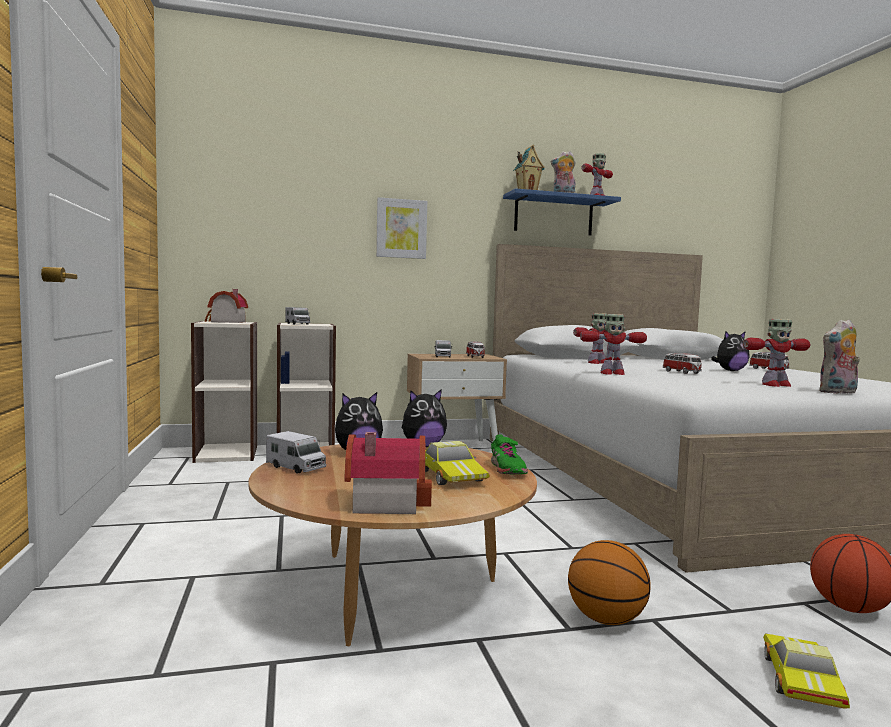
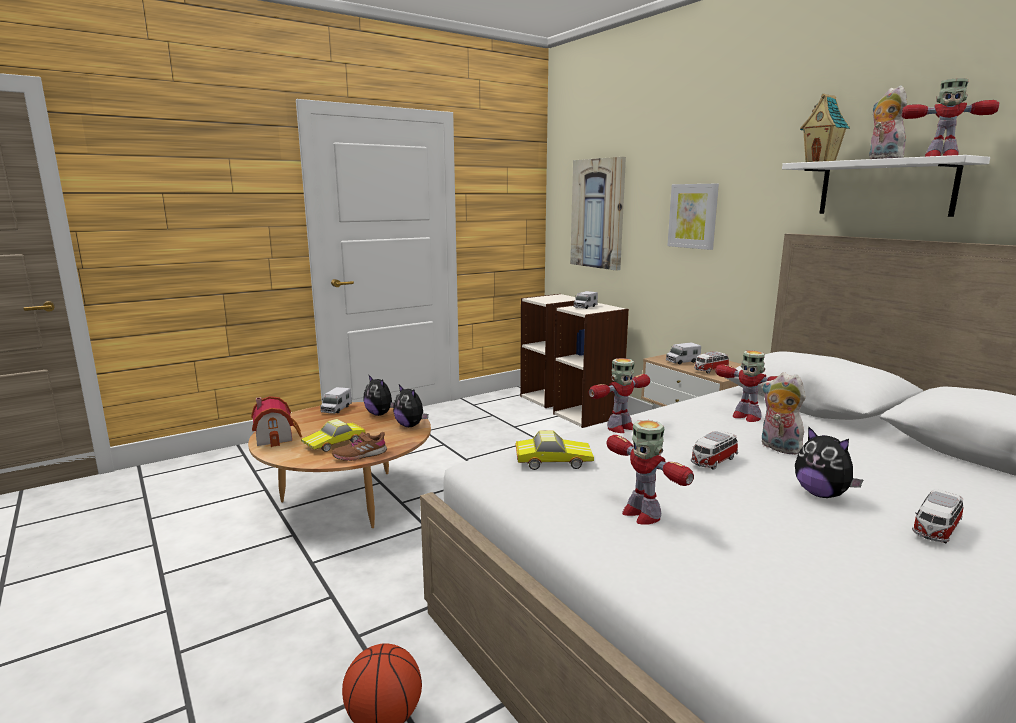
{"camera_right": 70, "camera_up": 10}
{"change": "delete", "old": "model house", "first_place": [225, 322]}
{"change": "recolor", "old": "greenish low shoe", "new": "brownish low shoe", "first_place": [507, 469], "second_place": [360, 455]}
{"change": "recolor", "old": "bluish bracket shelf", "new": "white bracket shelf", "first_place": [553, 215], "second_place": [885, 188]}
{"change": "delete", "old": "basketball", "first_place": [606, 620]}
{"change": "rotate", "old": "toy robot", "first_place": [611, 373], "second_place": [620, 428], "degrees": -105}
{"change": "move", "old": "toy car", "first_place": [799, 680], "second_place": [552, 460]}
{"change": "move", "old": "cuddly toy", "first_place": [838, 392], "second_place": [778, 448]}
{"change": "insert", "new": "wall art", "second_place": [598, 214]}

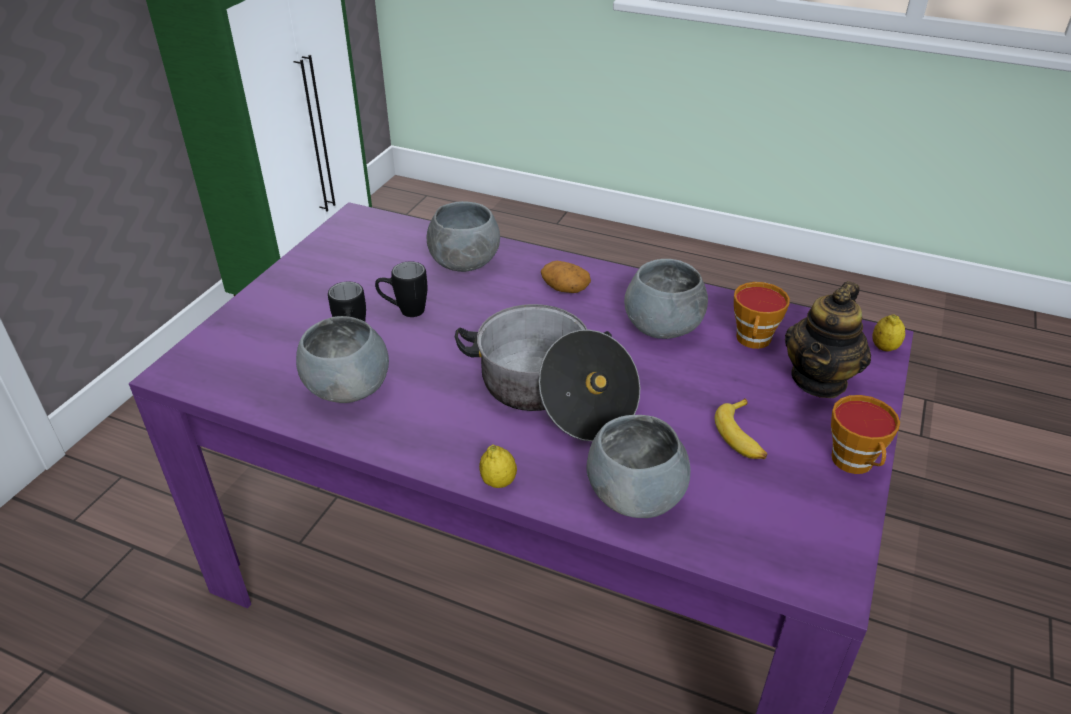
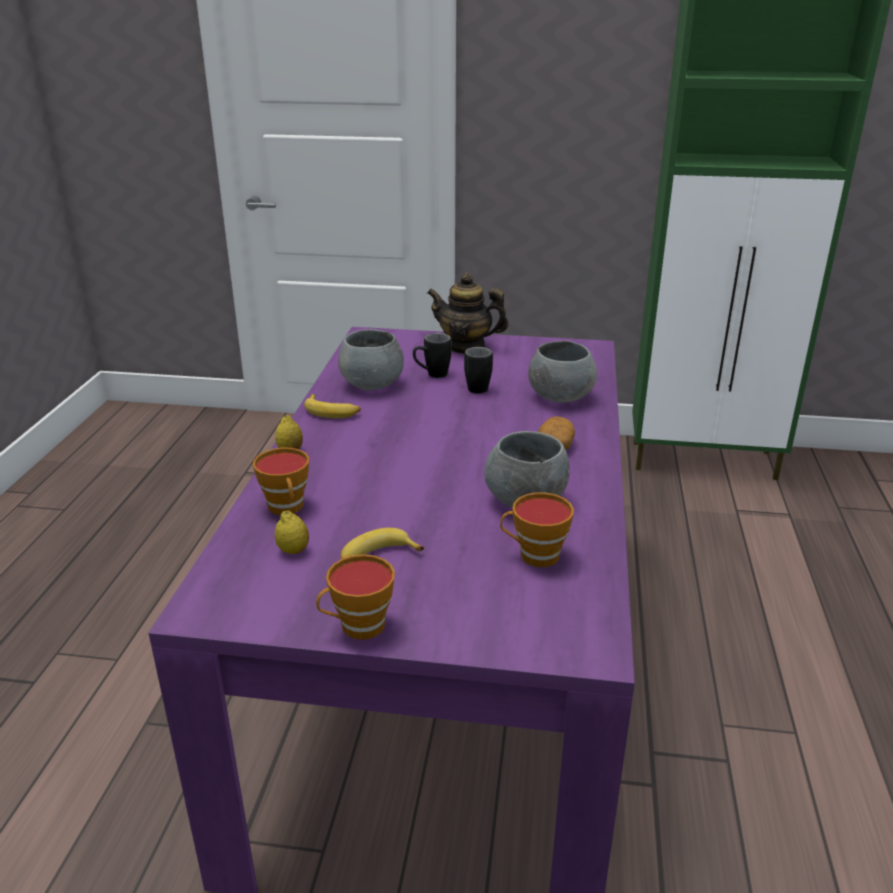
{"camera_right": 75, "camera_up": -10}
{"change": "delete", "old": "cooking pot", "first_place": [552, 394]}
{"change": "replace", "old": "gray deep dish", "new": "drinking cup", "first_place": [635, 495], "second_place": [287, 508]}
{"change": "move", "old": "tea pot", "first_place": [819, 379], "second_place": [466, 347]}
{"change": "move", "old": "whole lemon", "first_place": [884, 347], "second_place": [293, 550]}
{"change": "insert", "new": "banana fruit", "second_place": [332, 411]}

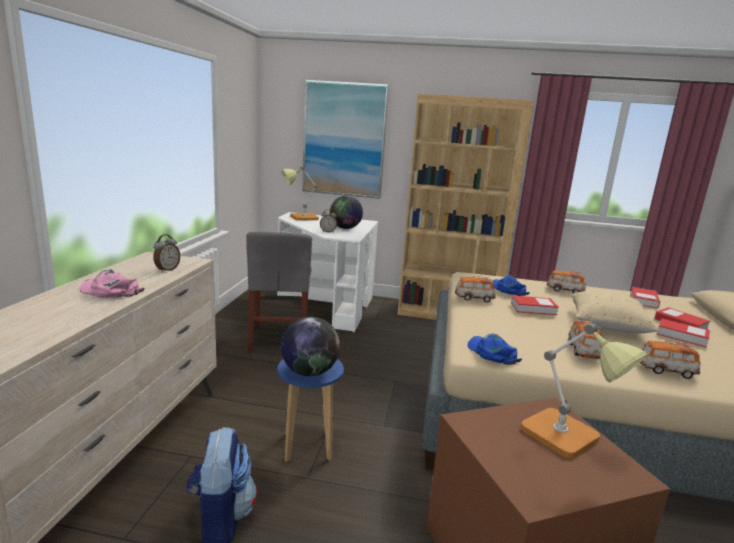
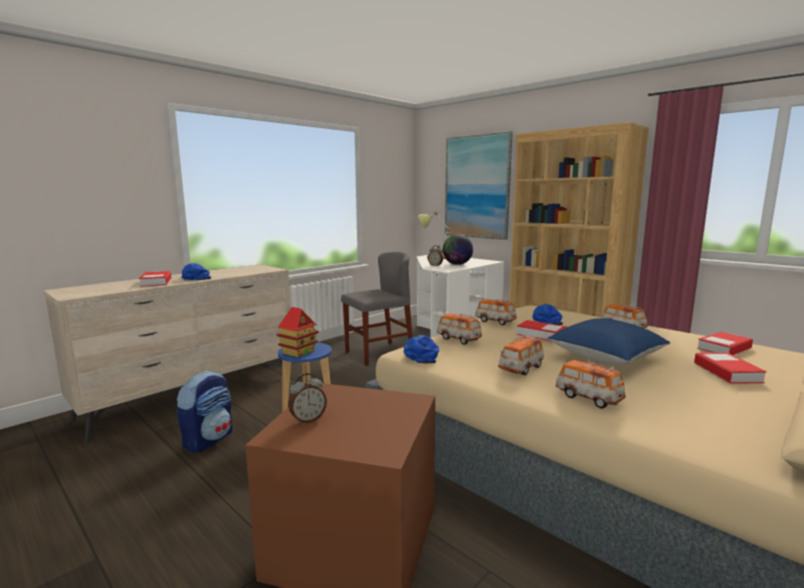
{"camera_right": 35, "camera_up": -5}
{"change": "recolor", "old": "pink-coloured baseball cap", "new": "bluish baseball cap", "first_place": [110, 291], "second_place": [195, 277]}
{"change": "move", "old": "alarm clock", "first_place": [167, 270], "second_place": [308, 419]}
{"change": "rotate", "old": "gray upright chair", "first_place": [279, 339], "second_place": [379, 353], "degrees": -150}
{"change": "replace", "old": "desk globe", "new": "model house", "first_place": [309, 372], "second_place": [298, 352]}
{"change": "delete", "old": "lamp for a table", "first_place": [568, 439]}
{"change": "recolor", "old": "sand-coloured pillow", "new": "bluish pillow", "first_place": [607, 325], "second_place": [606, 358]}
{"change": "move", "old": "bound book", "first_place": [681, 336], "second_place": [156, 282]}
{"change": "insert", "new": "toy car", "second_place": [458, 339]}

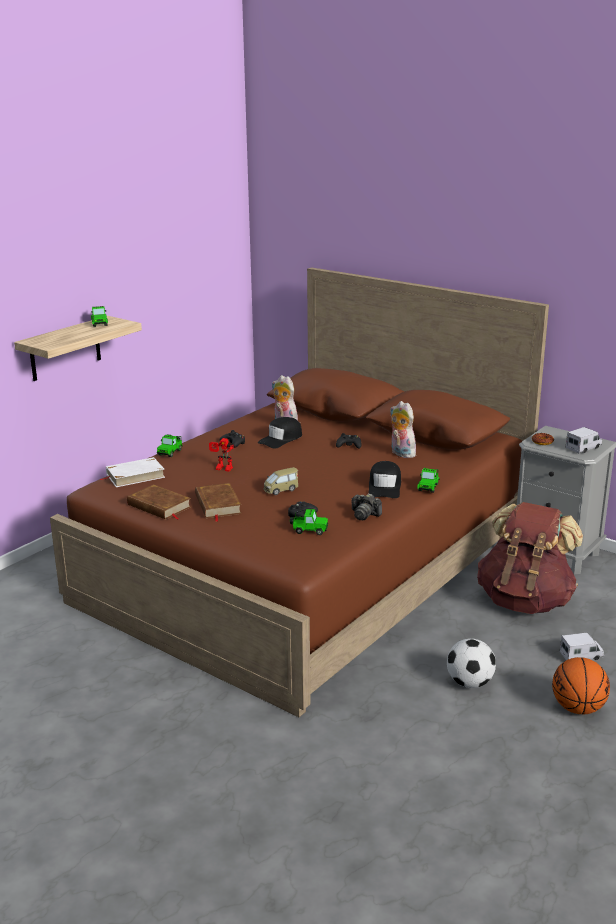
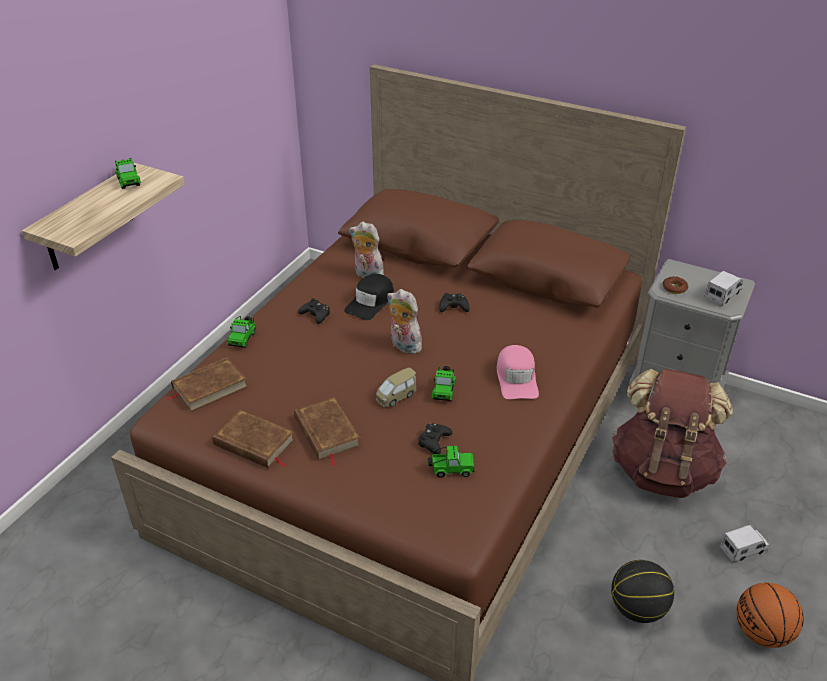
{"camera_right": -10, "camera_up": 15}
{"change": "recolor", "old": "white bound book", "new": "brownish bound book", "first_place": [135, 476], "second_place": [209, 388]}
{"change": "delete", "old": "toy robot", "first_place": [222, 469]}
{"change": "delete", "old": "still camera", "first_place": [364, 515]}
{"change": "recolor", "old": "black-coloured baseball cap", "new": "pink-coloured baseball cap", "first_place": [385, 487], "second_place": [517, 378]}
{"change": "move", "old": "cuddly toy", "first_place": [401, 453], "second_place": [403, 346]}
{"change": "move", "old": "toy car", "first_place": [428, 487], "second_place": [444, 390]}
{"change": "replace", "old": "football", "new": "basketball", "first_place": [470, 683], "second_place": [637, 609]}

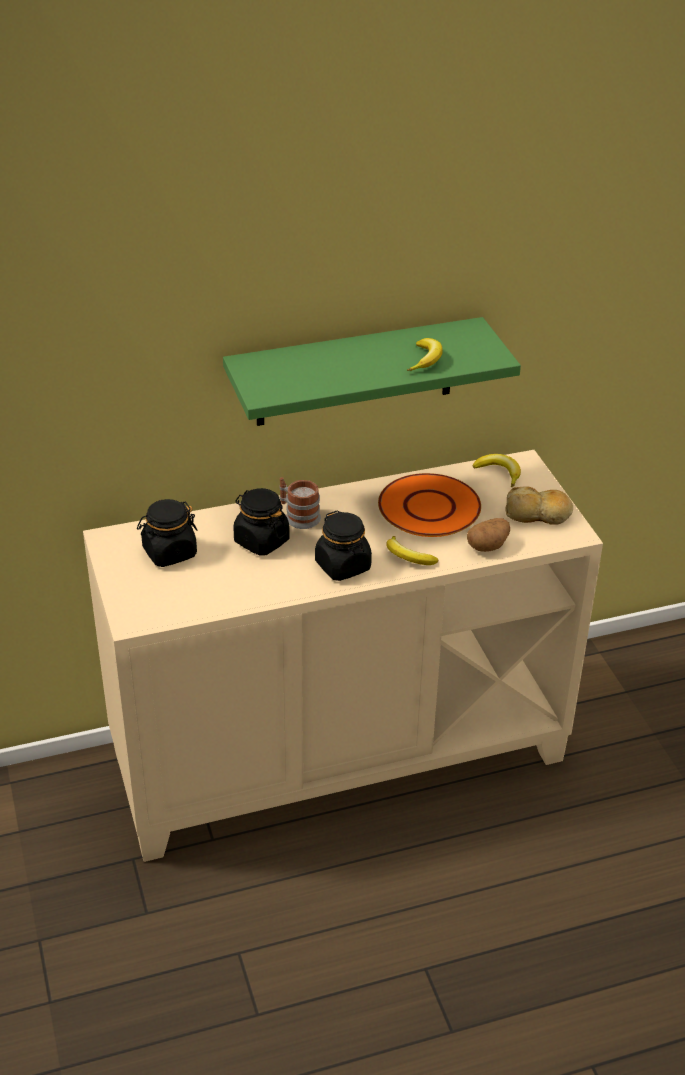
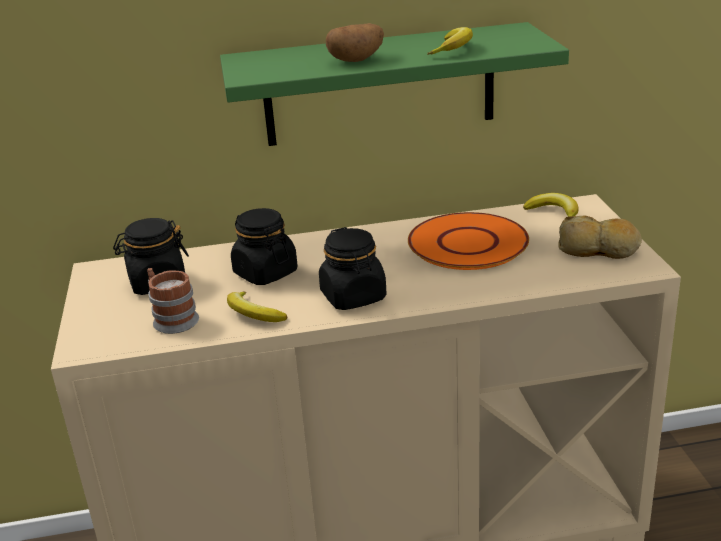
{"camera_right": 10, "camera_up": -10}
{"change": "move", "old": "tea mug", "first_place": [298, 516], "second_place": [171, 319]}
{"change": "move", "old": "banana fruit", "first_place": [408, 557], "second_place": [253, 314]}
{"change": "move", "old": "whole potato", "first_place": [488, 546], "second_place": [356, 60]}

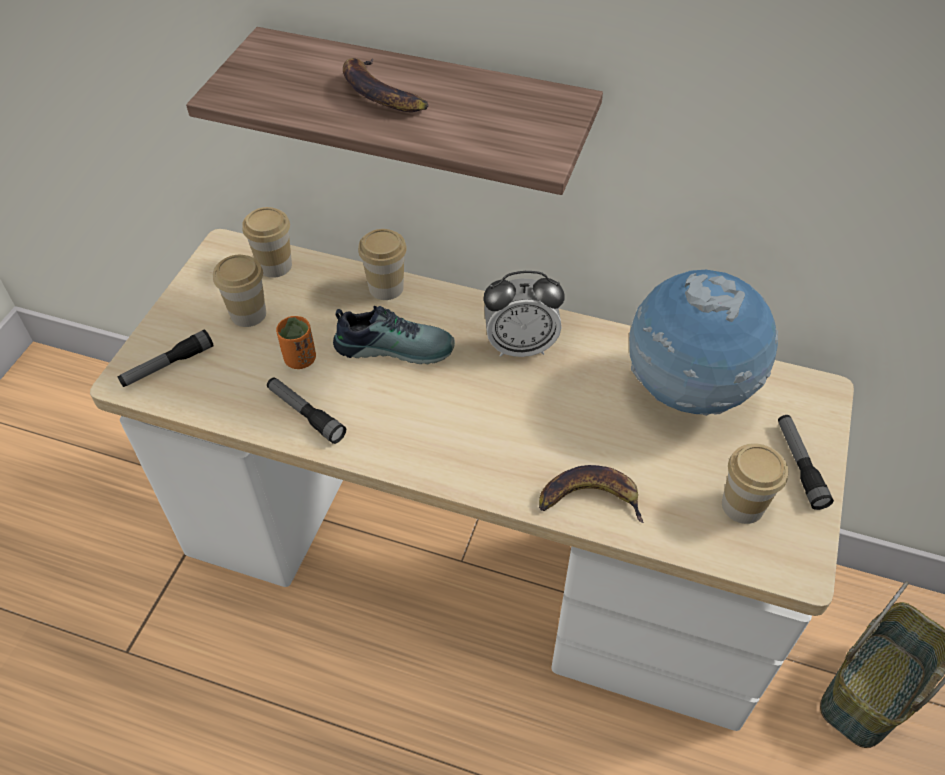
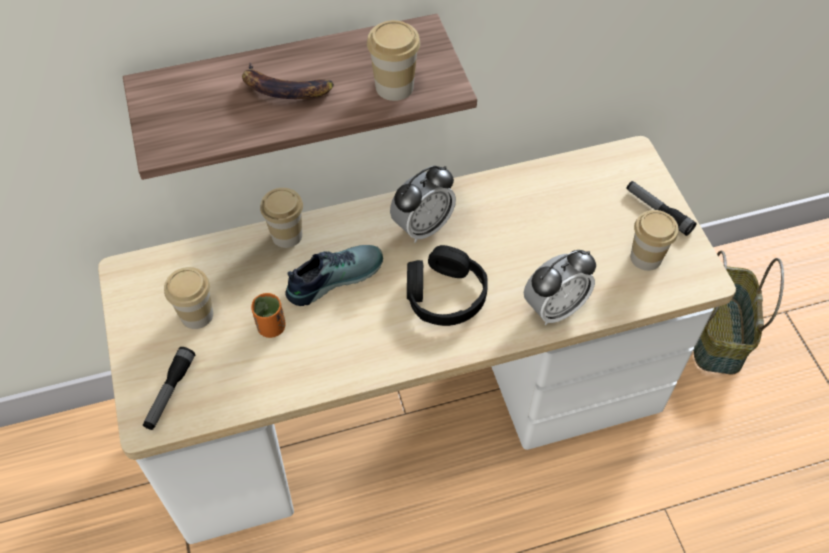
{"camera_right": -35, "camera_up": 5}
{"change": "move", "old": "drinking cup", "first_place": [275, 265], "second_place": [394, 87]}
{"change": "delete", "old": "torch", "first_place": [305, 414]}
{"change": "replace", "old": "banana fruit", "new": "alarm clock", "first_place": [590, 498], "second_place": [554, 308]}
{"change": "delete", "old": "desk globe", "first_place": [687, 393]}
{"change": "insert", "new": "black-coloured headphones", "second_place": [444, 295]}

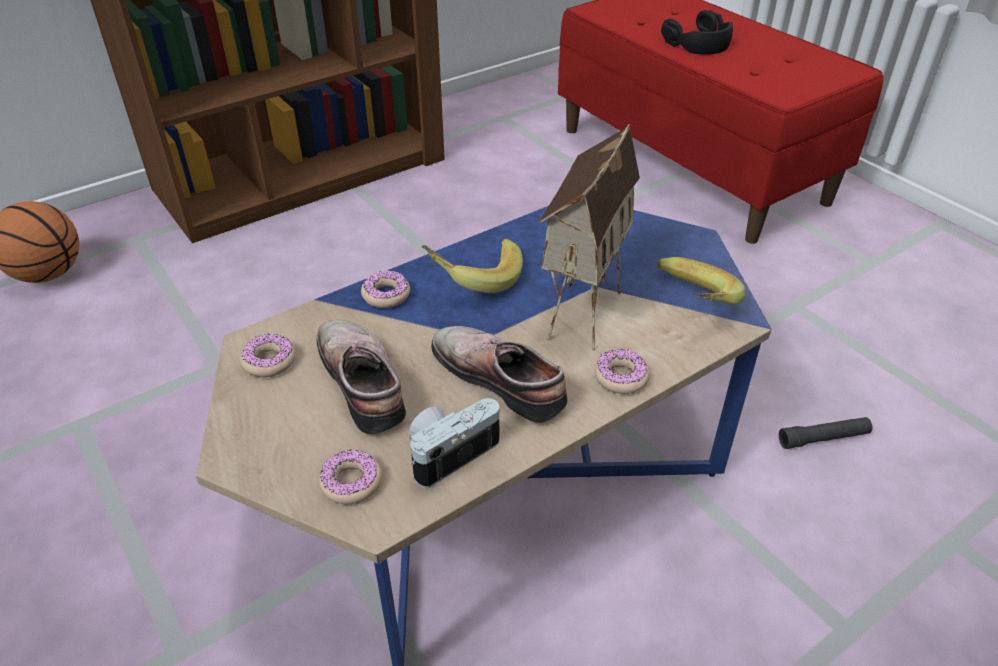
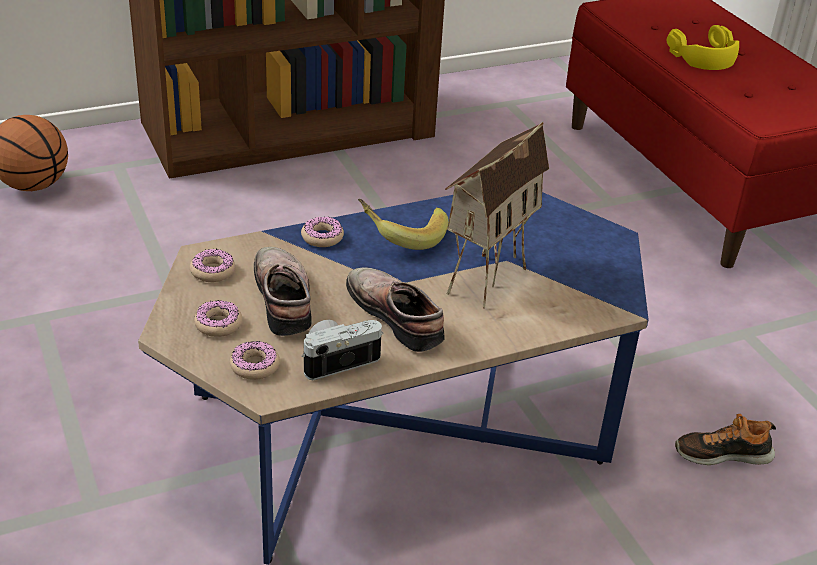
{"camera_right": 10, "camera_up": -5}
{"change": "move", "old": "donut", "first_place": [621, 377], "second_place": [218, 324]}
{"change": "delete", "old": "banana fruit", "first_place": [689, 303]}
{"change": "recolor", "old": "black-coloured headphones", "new": "yellow headphones", "first_place": [699, 42], "second_place": [704, 56]}
{"change": "replace", "old": "black-coloured torch", "new": "low shoe", "first_place": [823, 438], "second_place": [722, 453]}

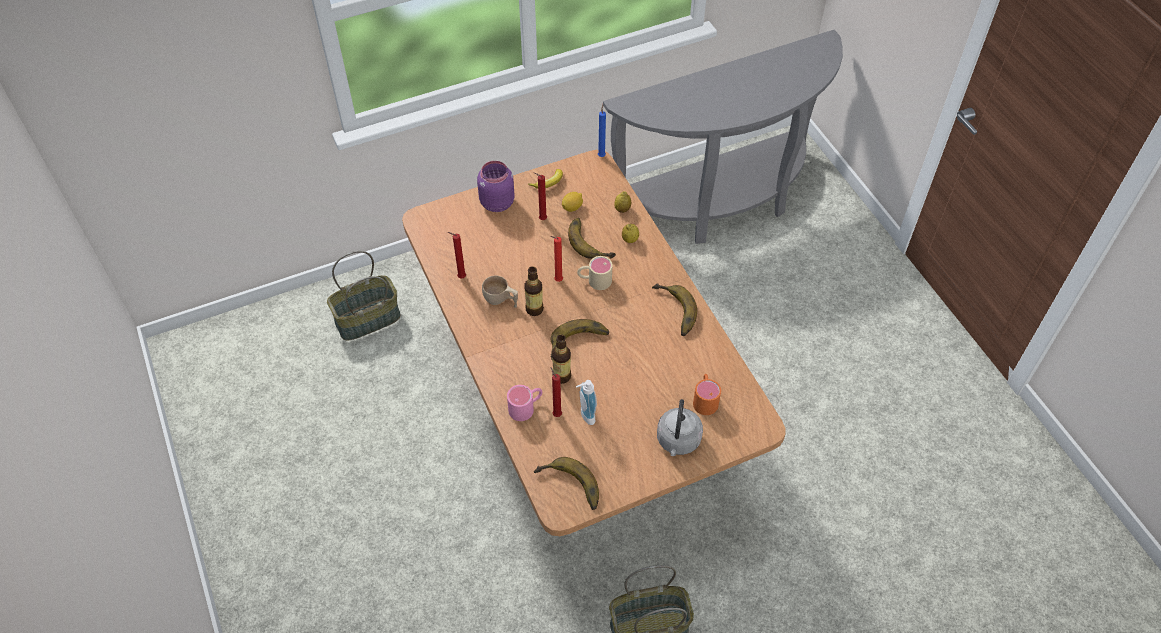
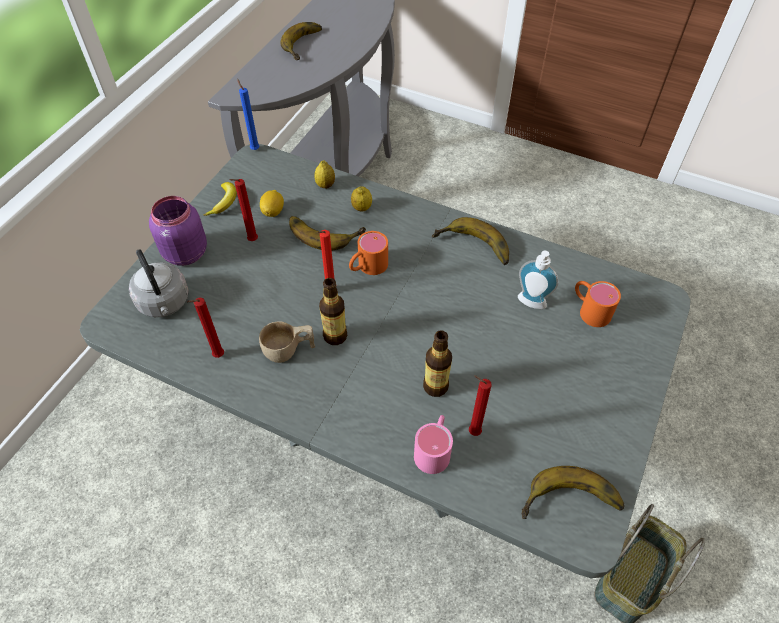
{"camera_right": -40, "camera_up": 0}
{"change": "delete", "old": "household basket", "first_place": [367, 320]}
{"change": "recolor", "old": "brownish kitchen table", "new": "gray kitchen table", "first_place": [579, 419], "second_place": [388, 430]}
{"change": "move", "old": "banana fruit", "first_place": [579, 344], "second_place": [306, 44]}
{"change": "move", "old": "soap bottle", "first_place": [585, 416], "second_place": [530, 304]}
{"change": "recolor", "old": "sand-coloured tea mug", "new": "orange tea mug", "first_place": [594, 280], "second_place": [367, 267]}
{"change": "move", "old": "gray tea kettle", "first_place": [678, 441], "second_place": [165, 303]}

